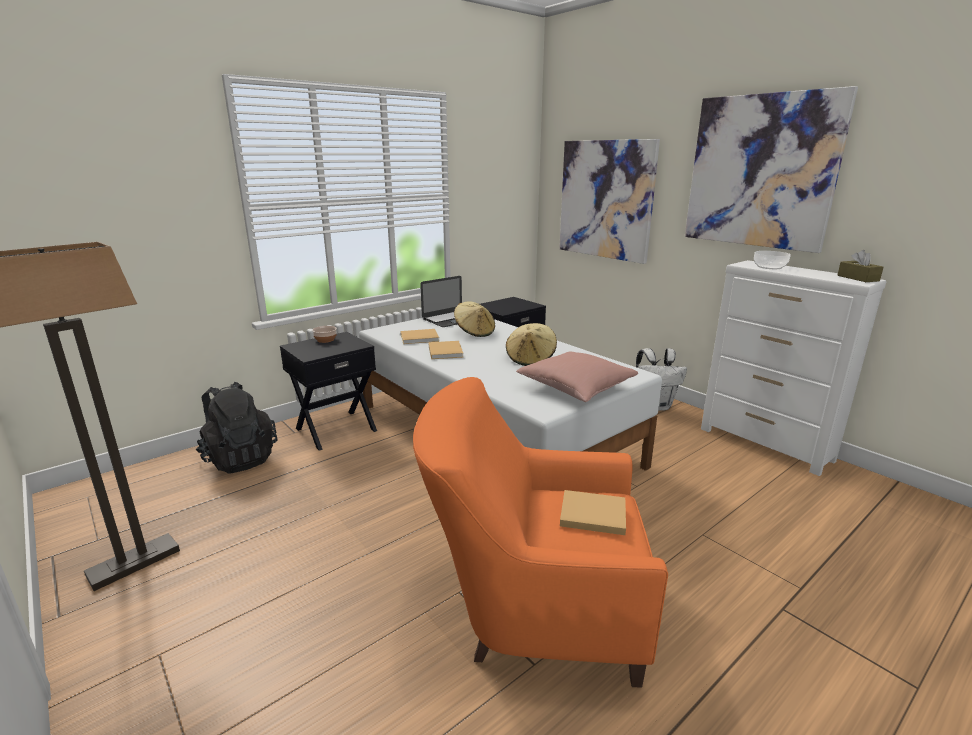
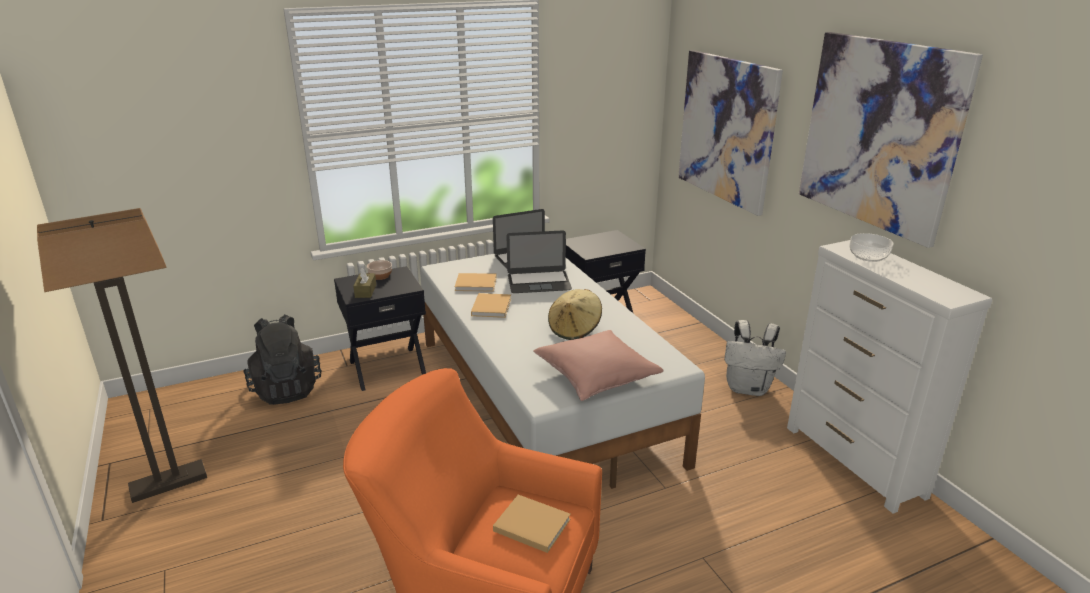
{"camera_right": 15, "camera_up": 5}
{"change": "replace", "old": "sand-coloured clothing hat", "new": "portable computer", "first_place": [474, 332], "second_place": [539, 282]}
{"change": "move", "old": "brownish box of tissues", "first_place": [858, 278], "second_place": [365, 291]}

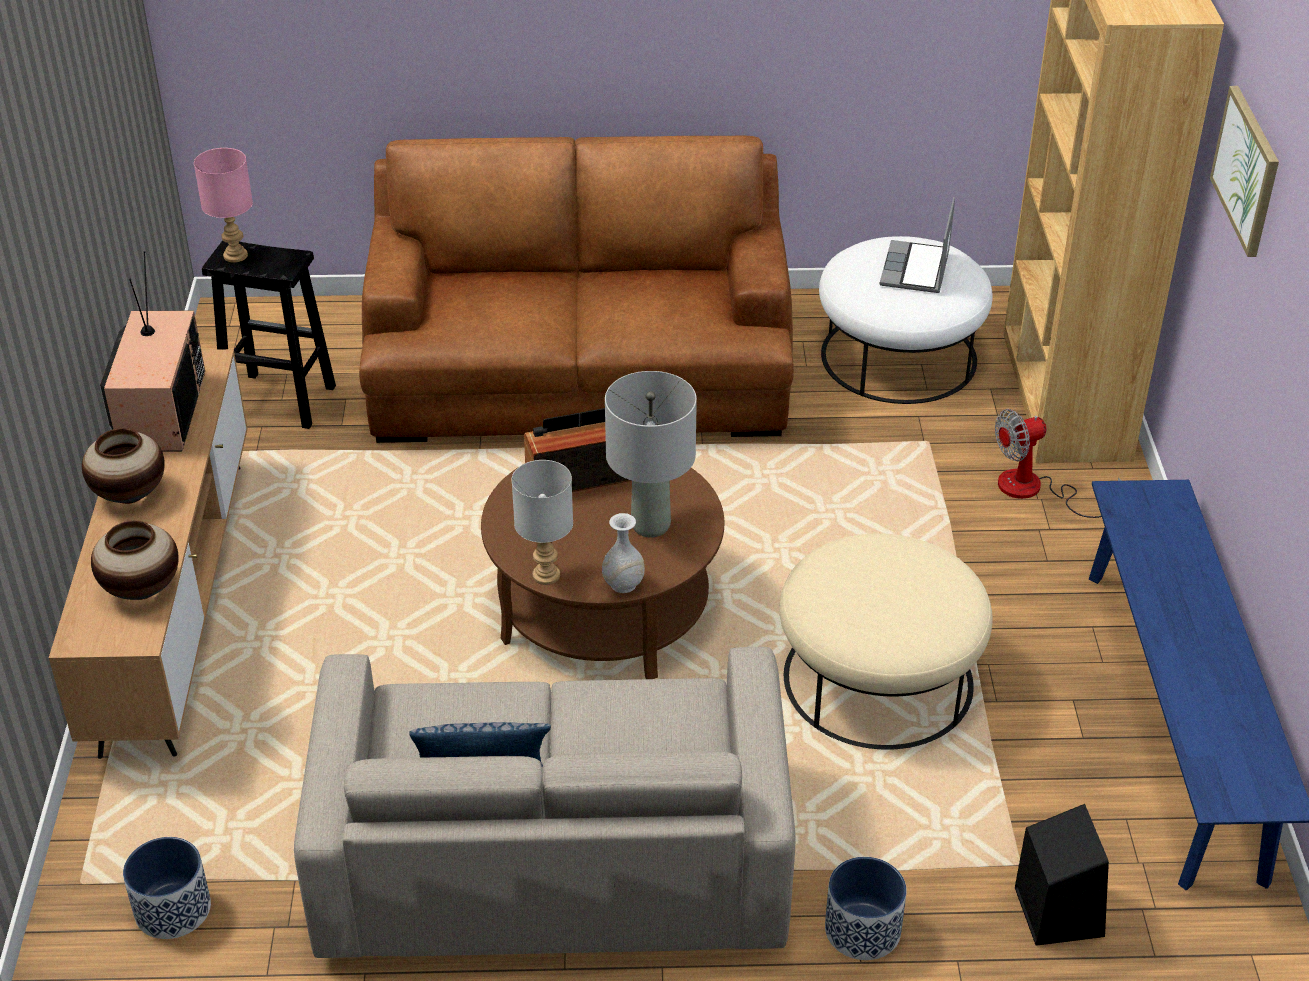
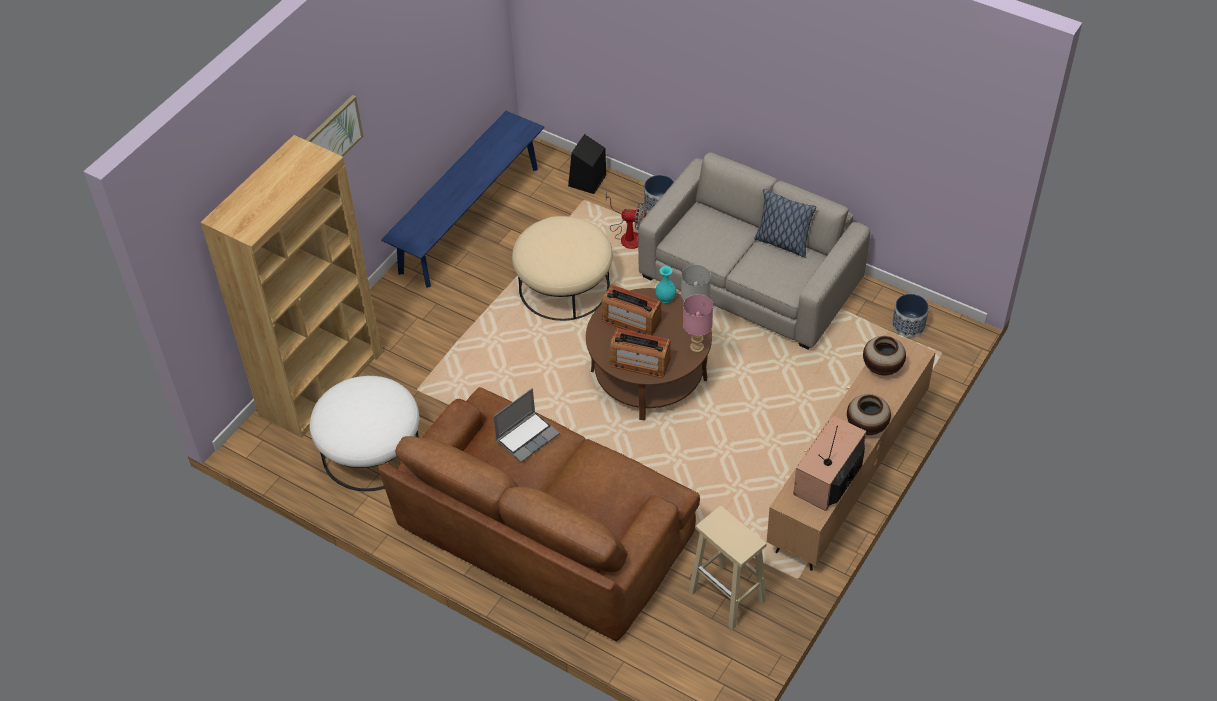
{"camera_right": -145, "camera_up": 10}
{"change": "move", "old": "pink-coloured lamp for a table", "first_place": [236, 256], "second_place": [696, 347]}
{"change": "recolor", "old": "black-coloured sitting stool", "new": "sand-coloured sitting stool", "first_place": [277, 400], "second_place": [728, 597]}
{"change": "recolor", "old": "white flower vase", "new": "turquoise-coloured flower vase", "first_place": [623, 584], "second_place": [665, 298]}
{"change": "replace", "old": "gray lamp for a table", "new": "radio", "first_place": [650, 526], "second_place": [631, 320]}
{"change": "move", "old": "portable computer", "first_place": [916, 270], "second_place": [527, 437]}
{"change": "move", "old": "cooling fan", "first_place": [1034, 490], "second_place": [627, 235]}

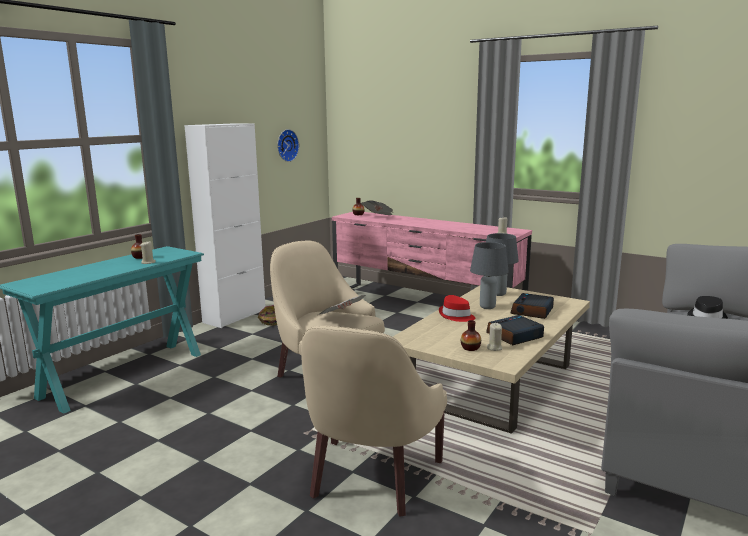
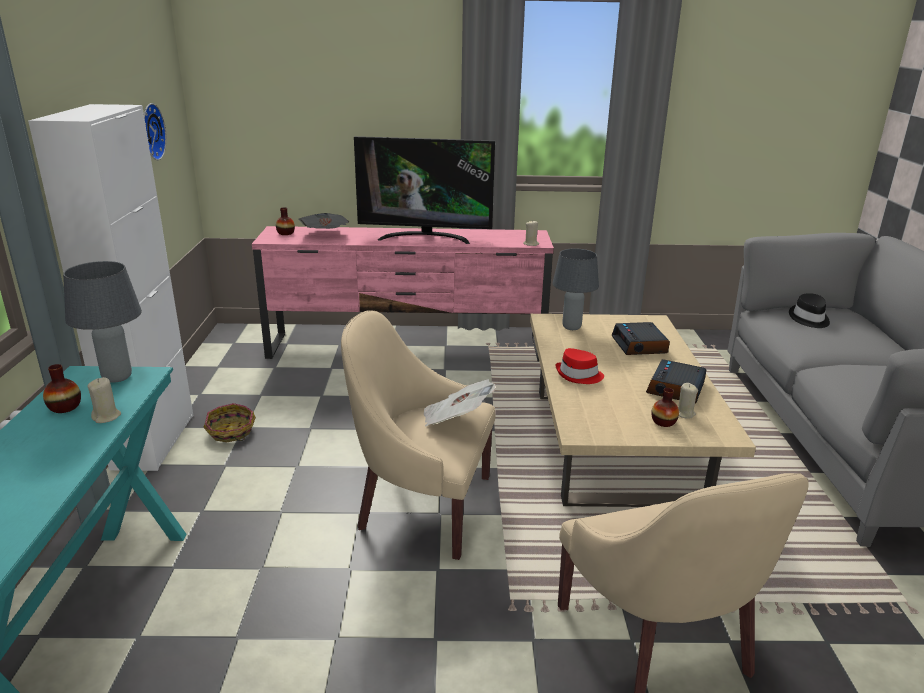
{"camera_right": -35, "camera_up": 10}
{"change": "move", "old": "gray lamp for a table", "first_place": [487, 307], "second_place": [116, 378]}
{"change": "insert", "new": "television", "second_place": [425, 237]}

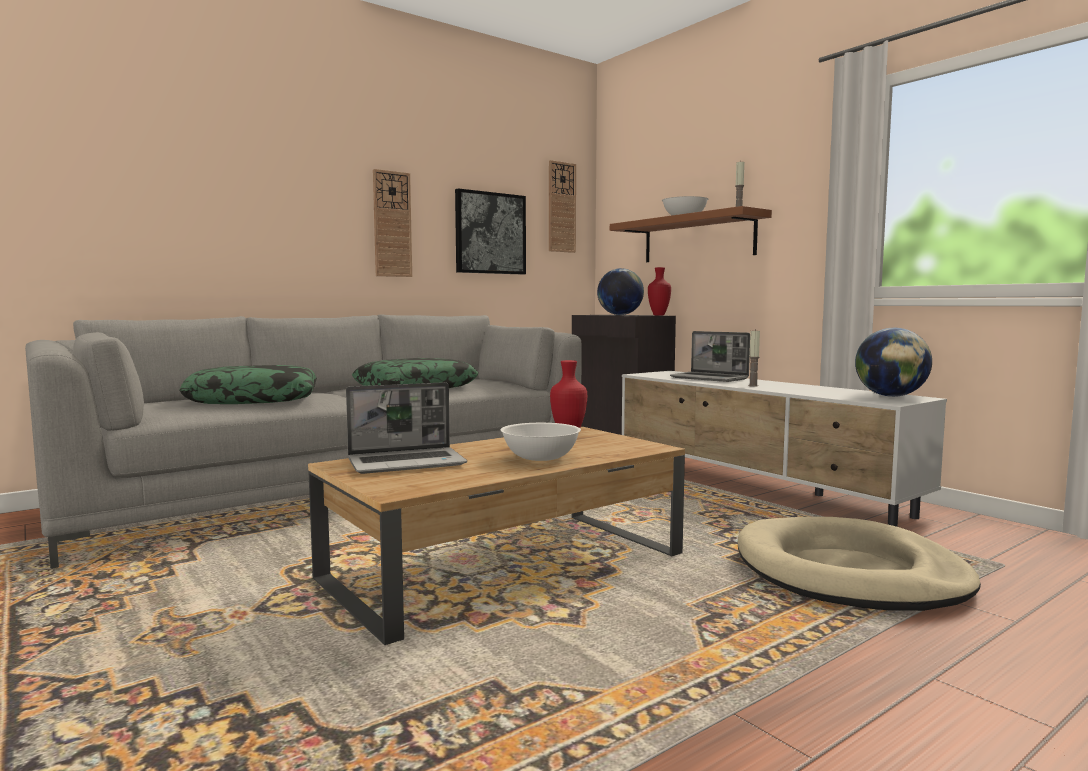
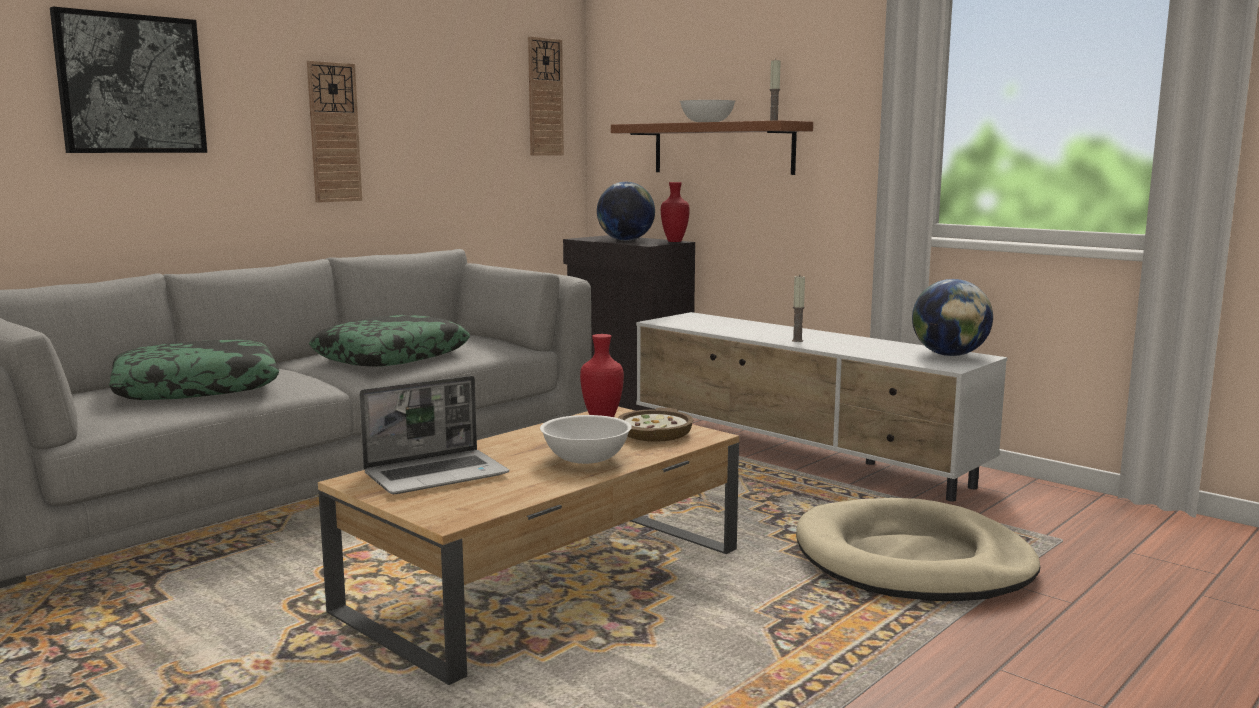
{"camera_right": -10, "camera_up": 5}
{"change": "move", "old": "wall art", "first_place": [490, 233], "second_place": [131, 84]}
{"change": "delete", "old": "portable computer", "first_place": [710, 378]}
{"change": "insert", "new": "deep dish", "second_place": [656, 433]}

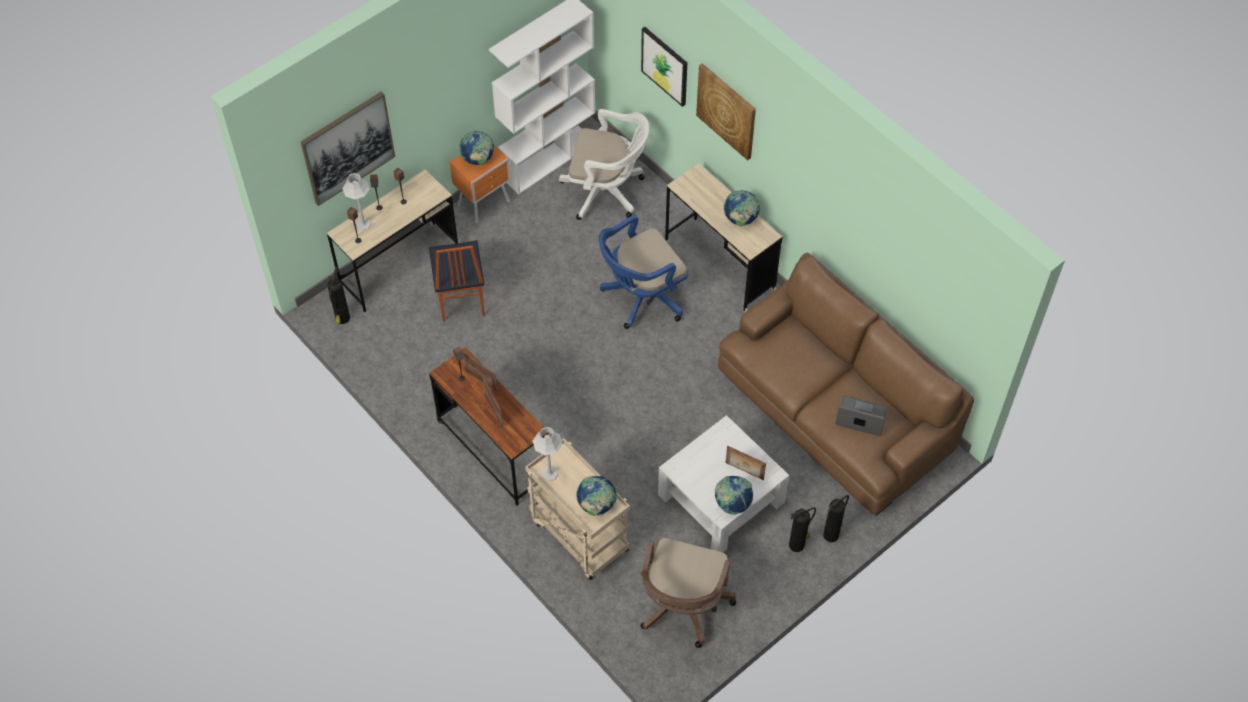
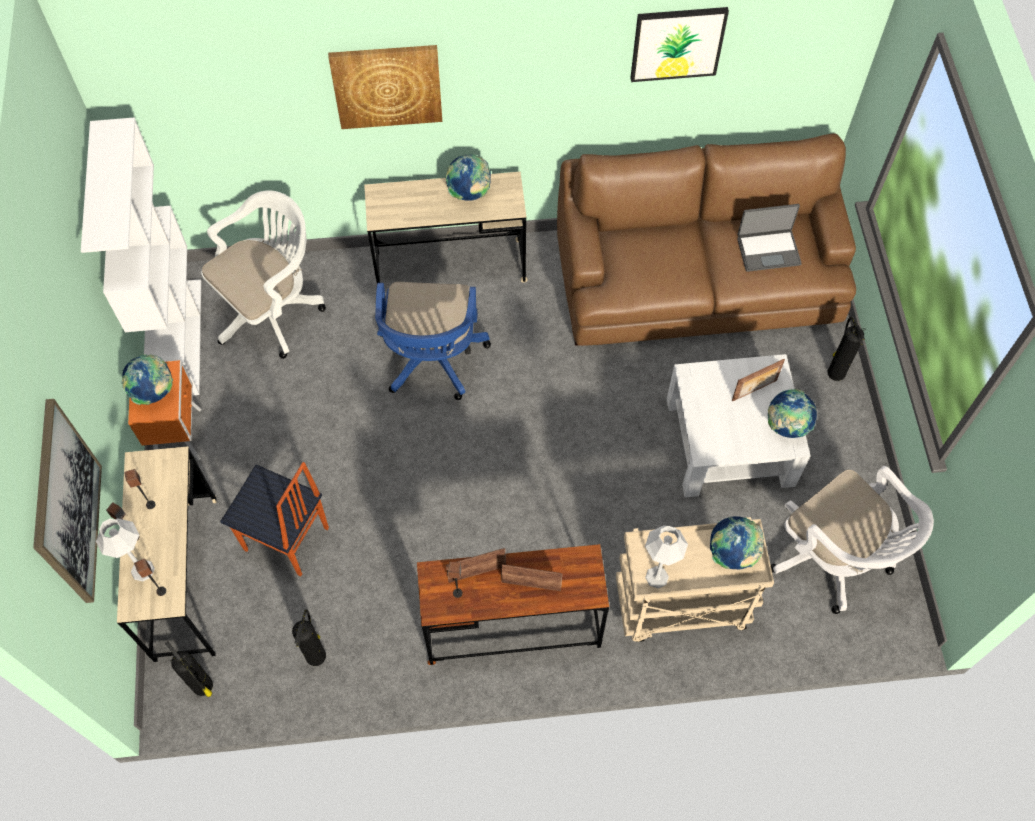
{"camera_right": -55, "camera_up": 5}
{"change": "recolor", "old": "brownish office chair", "new": "white office chair", "first_place": [682, 607], "second_place": [834, 558]}
{"change": "move", "old": "wall art", "first_place": [665, 66], "second_place": [677, 43]}
{"change": "move", "old": "fire extinguisher", "first_place": [797, 544], "second_place": [316, 654]}
{"change": "rotate", "old": "portable computer", "first_place": [861, 418], "second_place": [768, 250], "degrees": -150}

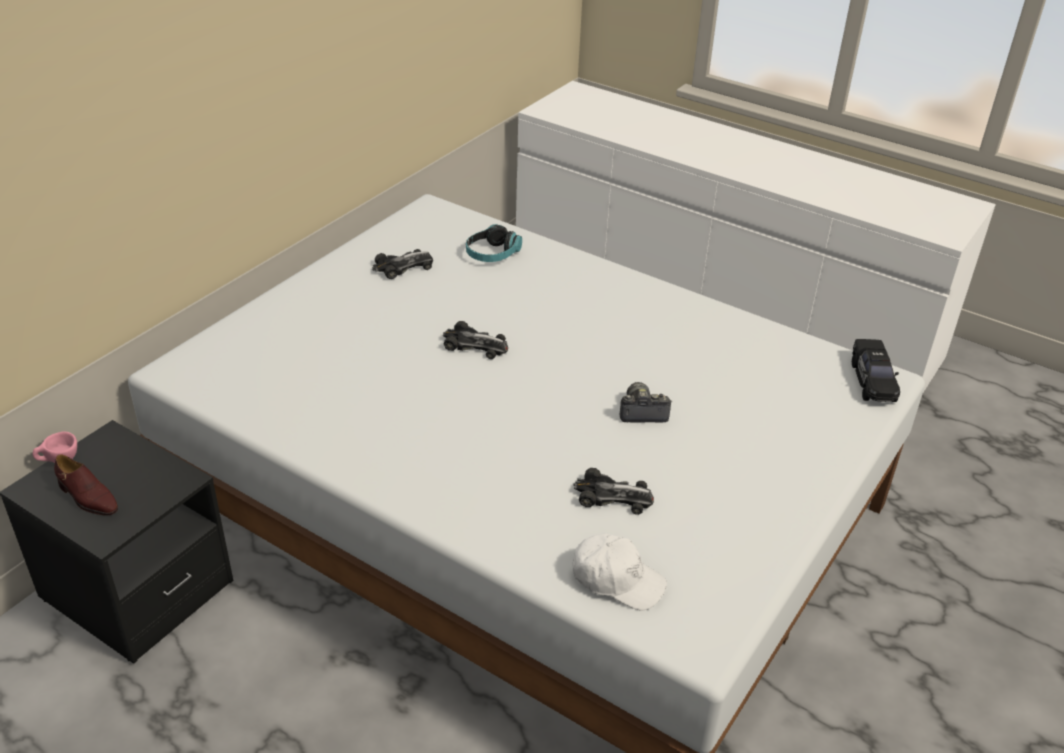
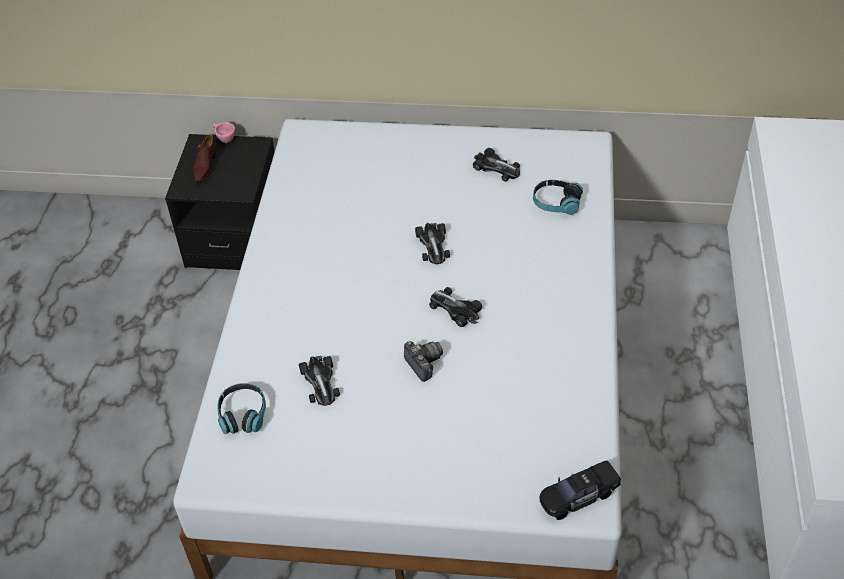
{"camera_right": 65, "camera_up": 10}
{"change": "replace", "old": "white baseball cap", "new": "headphones", "first_place": [617, 579], "second_place": [243, 414]}
{"change": "insert", "new": "toy car", "second_place": [455, 309]}

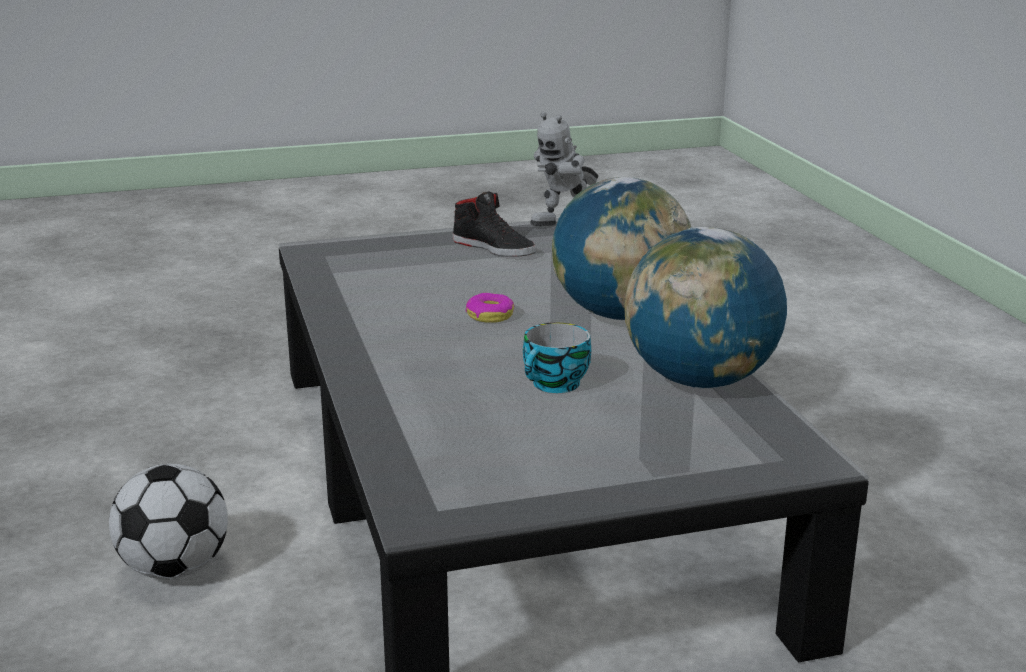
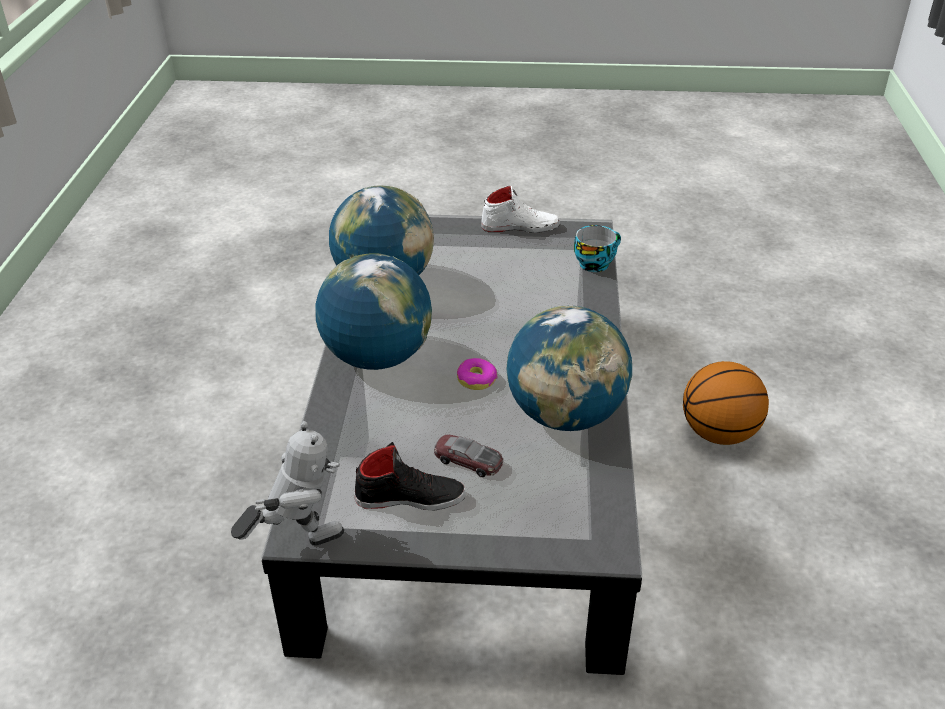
{"camera_right": -160, "camera_up": 15}
{"change": "replace", "old": "football", "new": "basketball", "first_place": [175, 569], "second_place": [719, 433]}
{"change": "rotate", "old": "black-coloured low shoe", "first_place": [494, 247], "second_place": [410, 497], "degrees": 120}
{"change": "move", "old": "drinking cup", "first_place": [555, 385], "second_place": [595, 263]}
{"change": "insert", "new": "toy car", "second_place": [468, 460]}
{"change": "insert", "new": "white low shoe", "second_place": [520, 226]}
{"change": "insert", "new": "desk globe", "second_place": [565, 415]}

